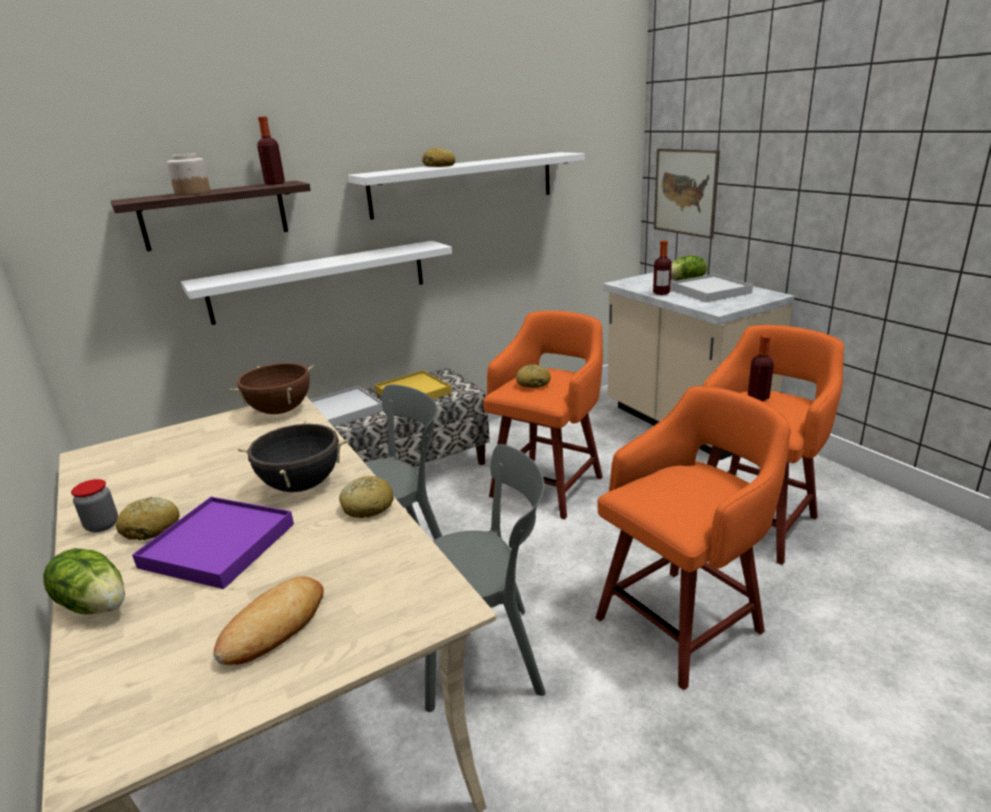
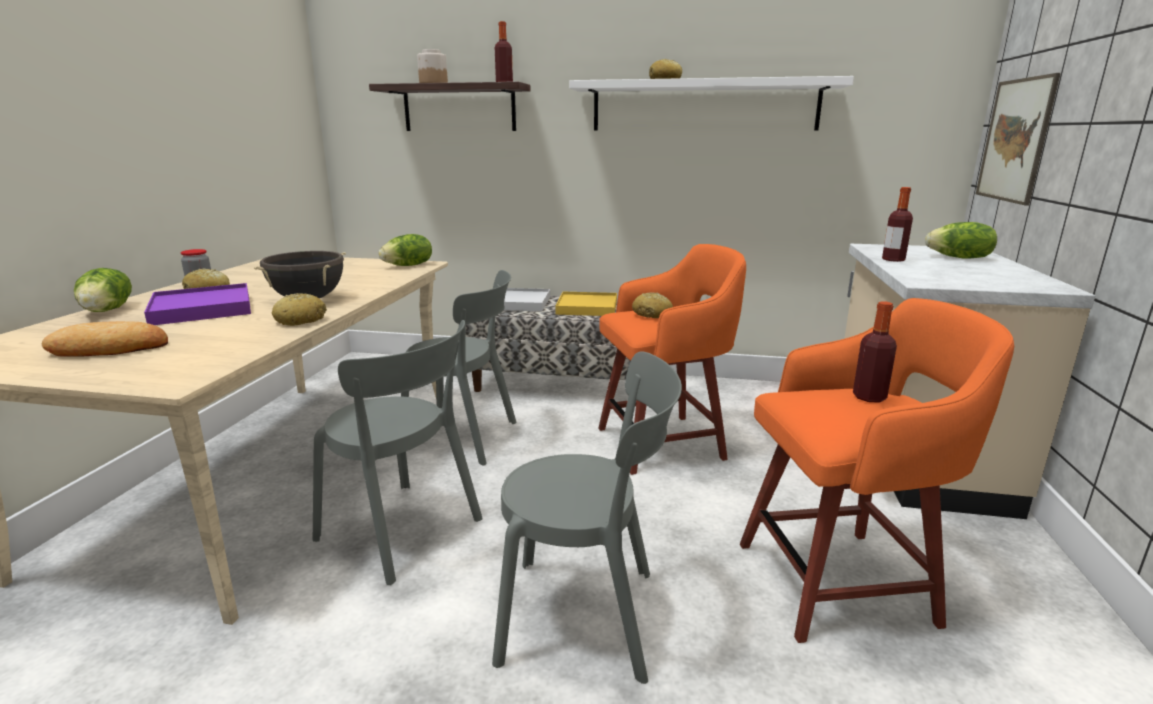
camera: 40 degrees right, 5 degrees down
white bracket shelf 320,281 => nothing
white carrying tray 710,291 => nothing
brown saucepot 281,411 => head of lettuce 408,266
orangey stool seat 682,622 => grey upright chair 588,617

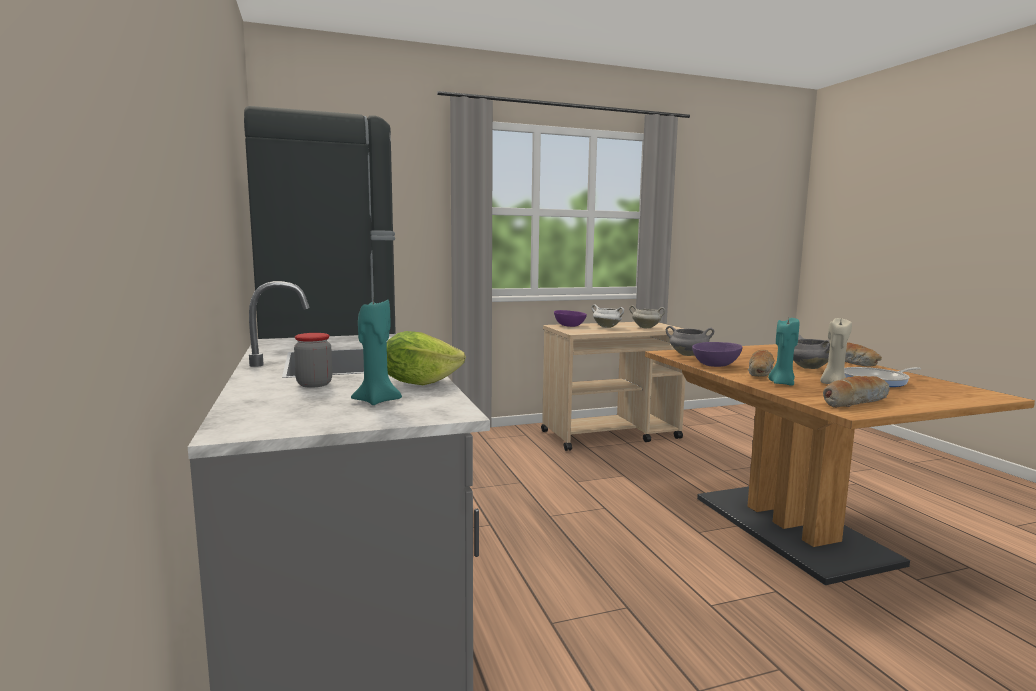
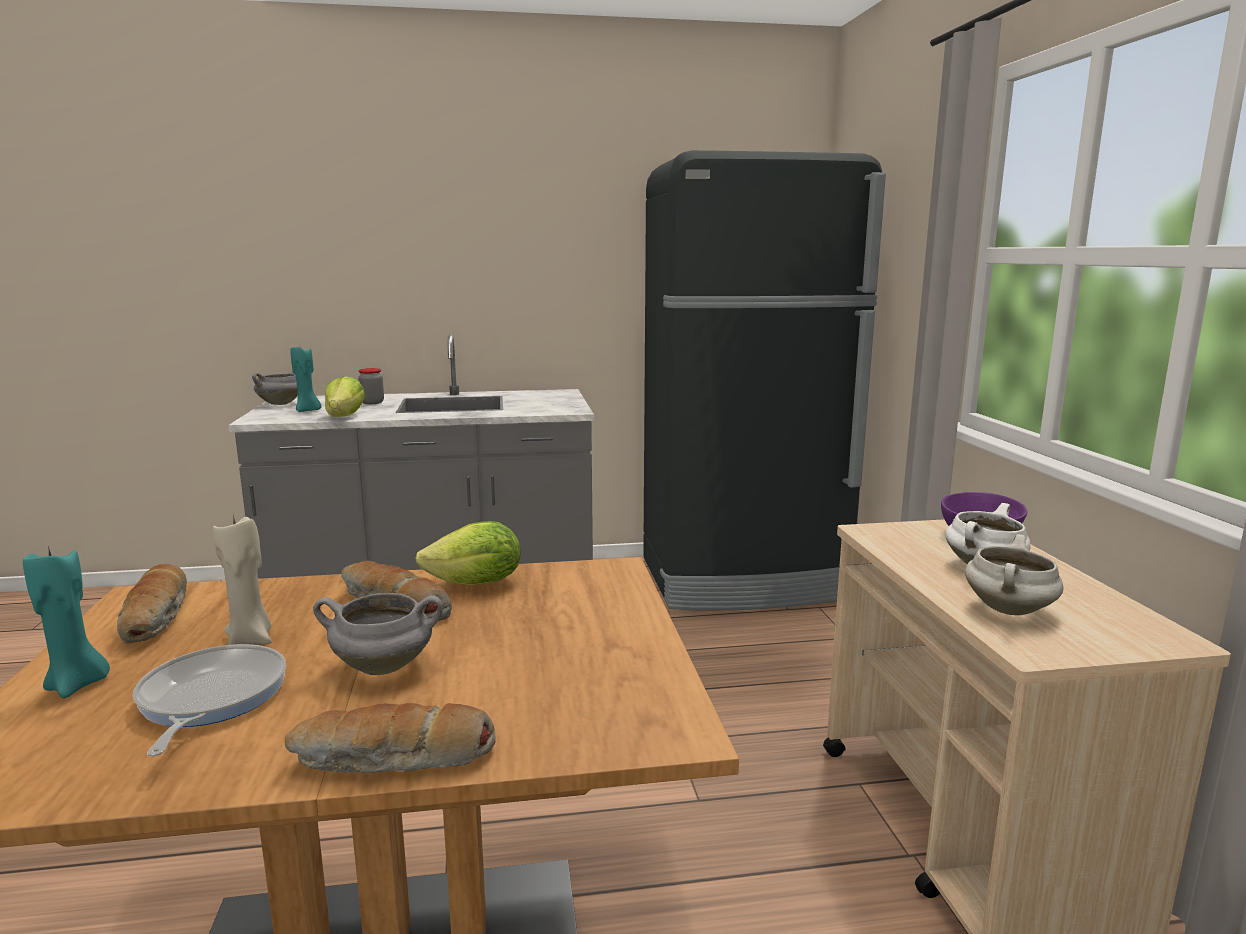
camera: 100 degrees right, 5 degrees up
blue-green candle 781,383 => blue-green candle 77,685, relocated
grey saucepot 687,355 => grey saucepot 280,404, relocated
purple-coloured bowl 716,365 => head of lettuce 476,584

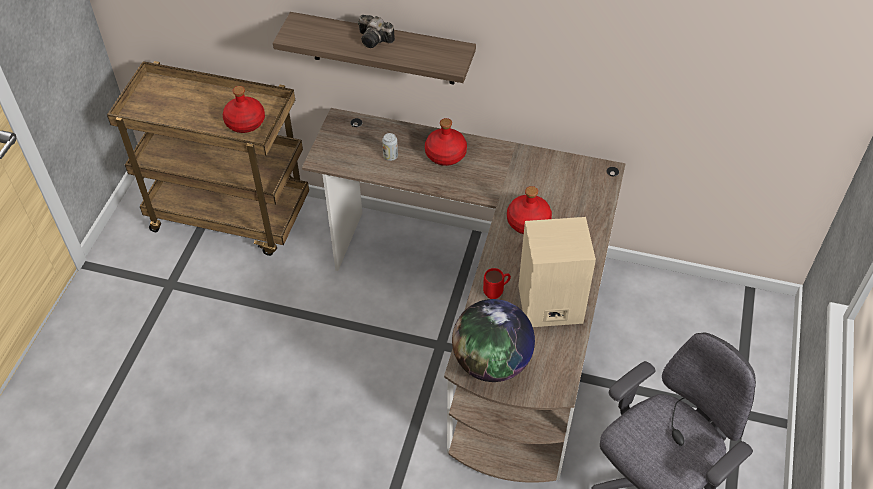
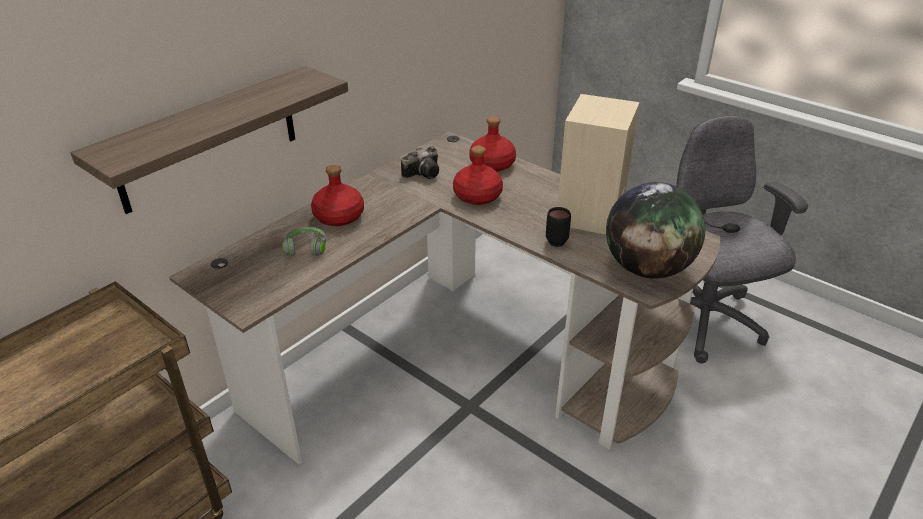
camera: 65 degrees left, 15 degrees down
photo camera 376,40 => photo camera 424,173, relocated
red-coloured beverage bottle 245,122 => red-coloured beverage bottle 491,164, relocated
can 390,156 => grey headphones 302,253
red-coloured tea mug 496,292 => black tea mug 556,239

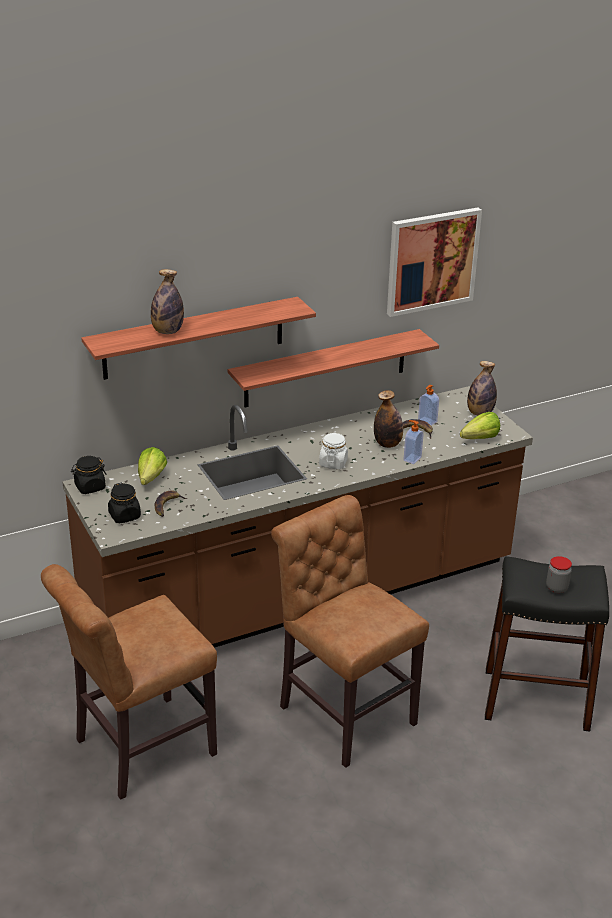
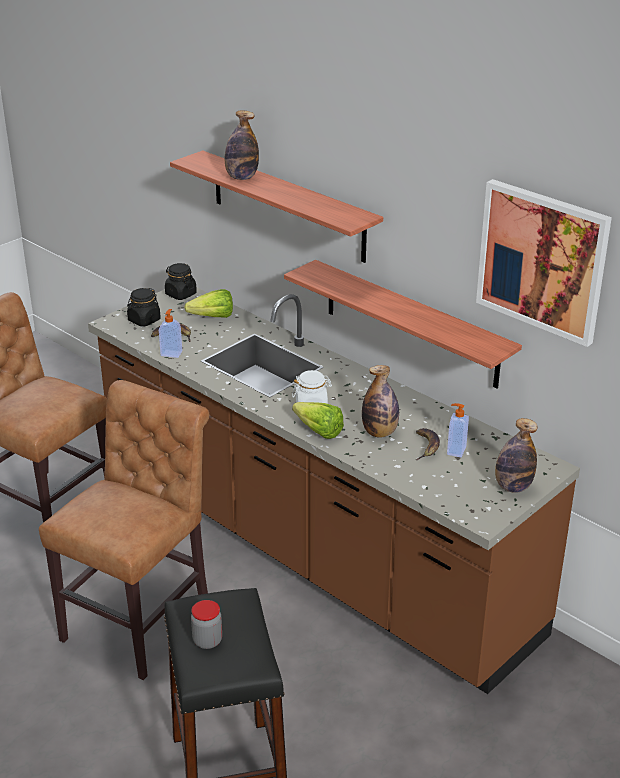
camera: 70 degrees right, 0 degrees up
head of lettuce 476,439 => head of lettuce 316,429, relocated
soap dispenser 411,458 => soap dispenser 171,353, relocated

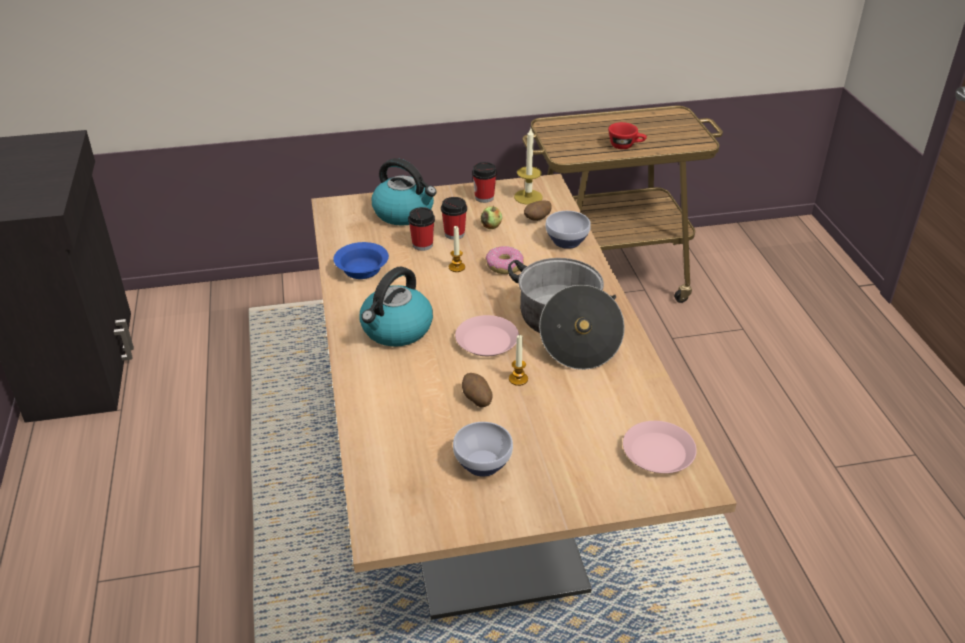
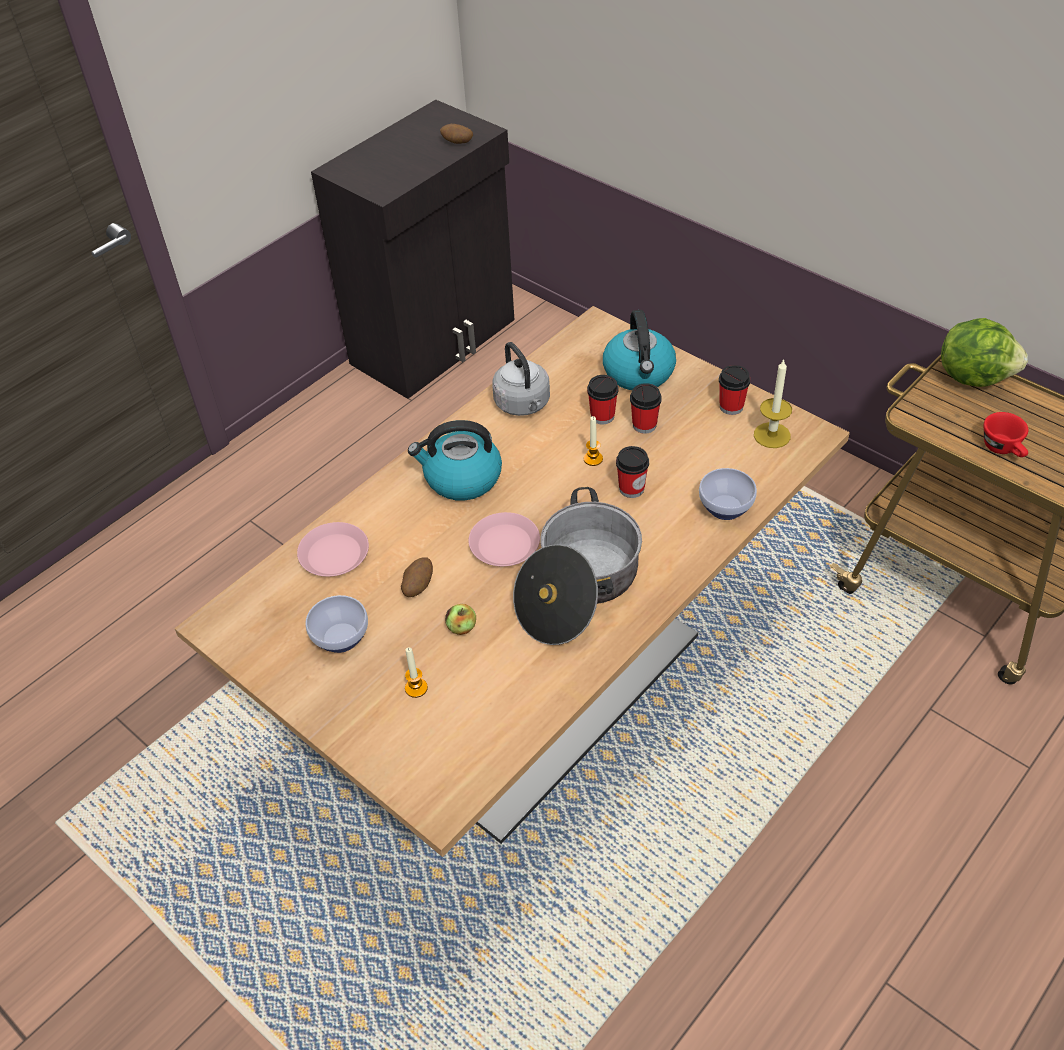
camera: 55 degrees right, 10 degrees up
potato 537,219 => potato 457,143, relocated
apple fruit 491,226 => apple fruit 462,628, relocated
bluish bowl 363,269 => grey water kettle 523,405
donut 504,266 => drinking cup 631,488
candle 518,379 => candle 416,688, relocated
pinkish plate 658,452 => pinkish plate 334,555, relocated
nothing => head of lettuce 973,375

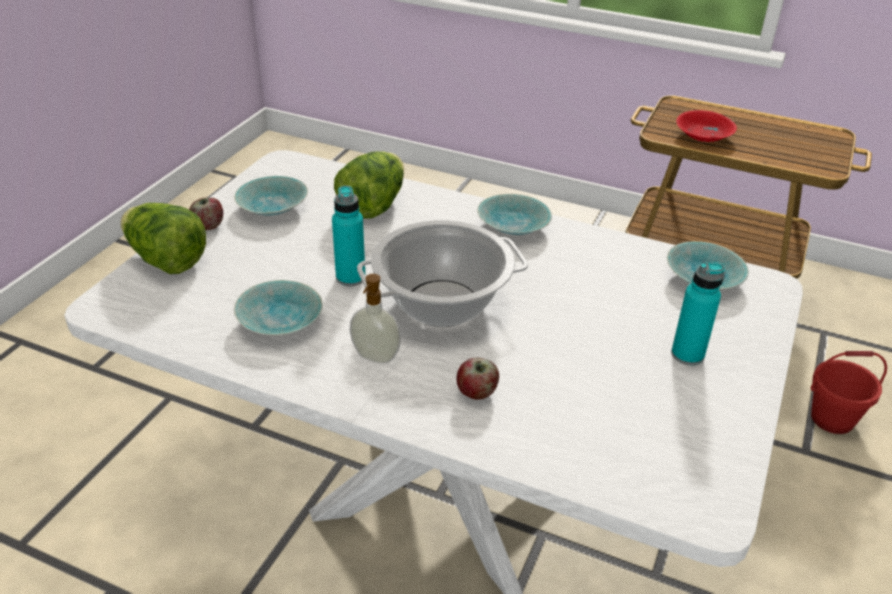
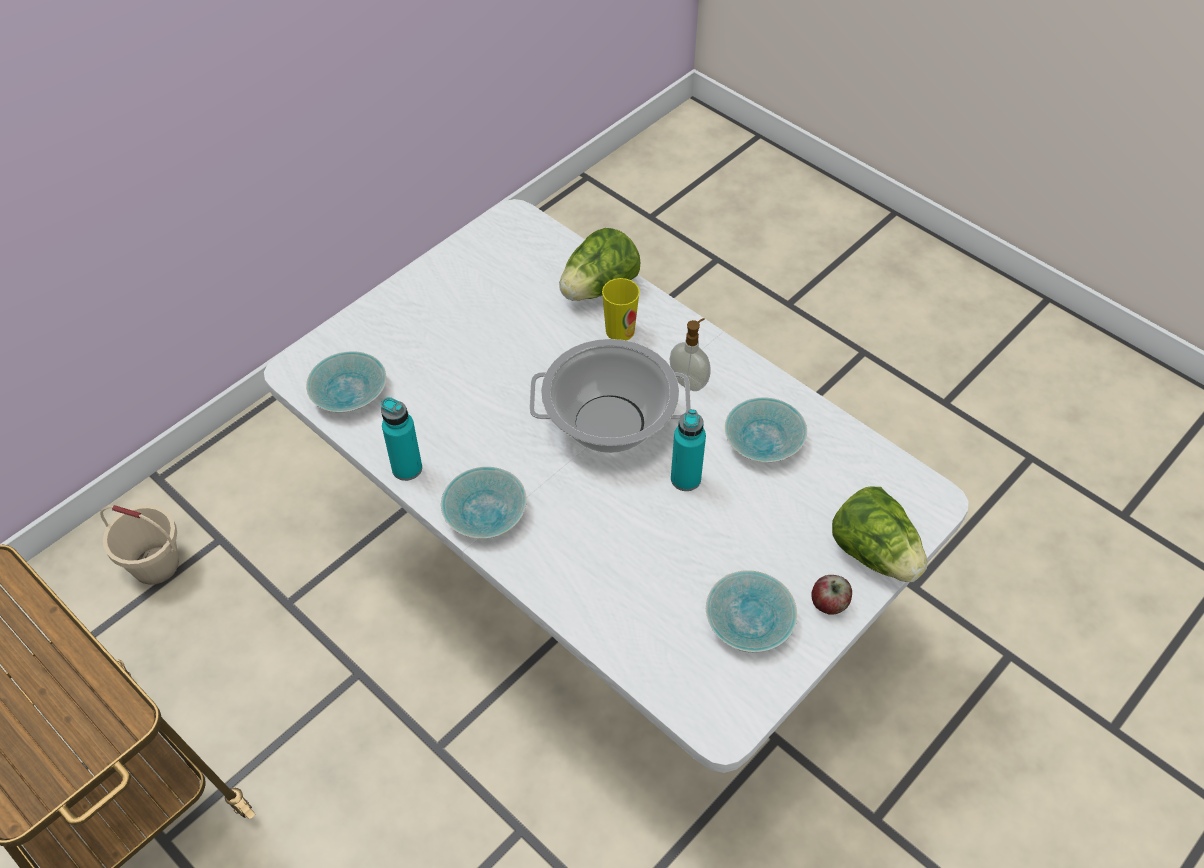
camera: 160 degrees left, 15 degrees up
red-coloured bowl 705,136 => nothing
head of lettuce 373,205 => head of lettuce 599,288, relocated
blue-green beverage bottle 687,354 => blue-green beverage bottle 407,468, relocated
red-coloured water bucket 832,418 => sand-coloured water bucket 155,565
apple fruit 477,393 => drinking cup 620,330

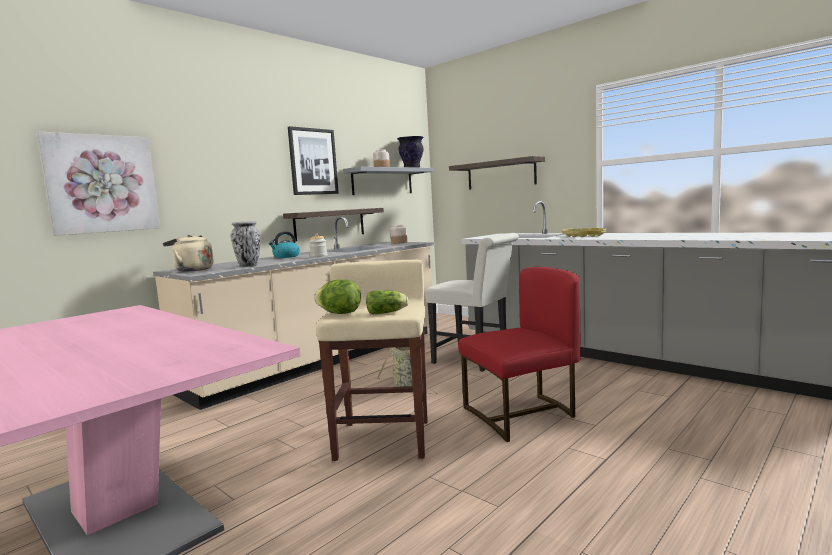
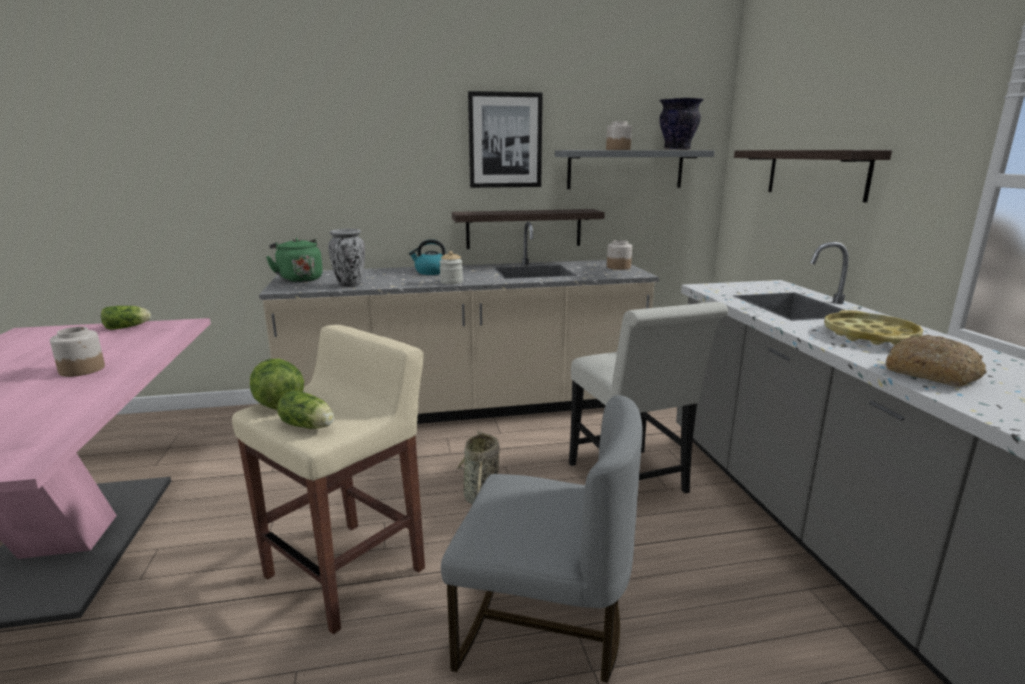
camera: 35 degrees right, 10 degrees up
picture 101,184 => nothing
sand-coloured water kettle 191,270 => green water kettle 299,279
red-coloured upright chair 522,415 => grey upright chair 542,628
nothing => head of lettuce 128,327
nothing => preserve jar 82,369
nothing => bakery bread 932,374

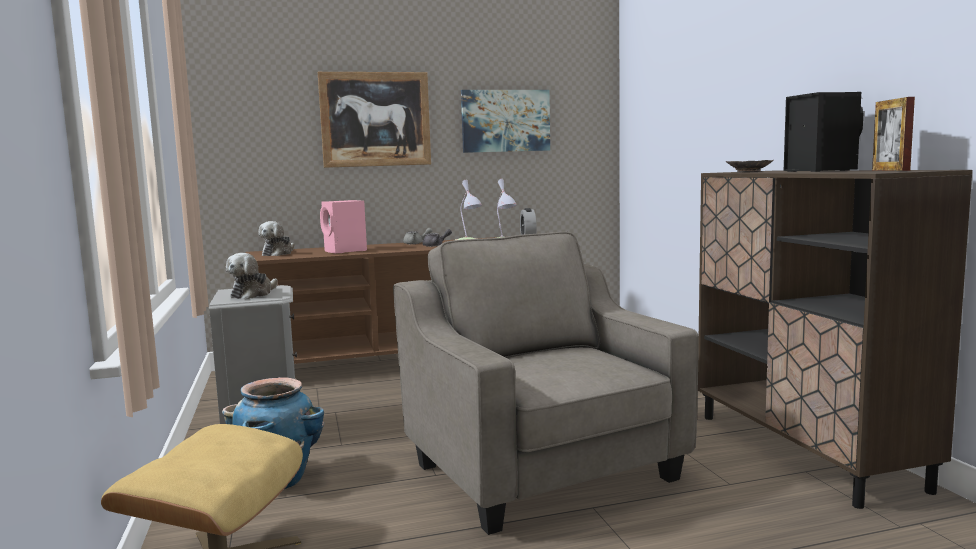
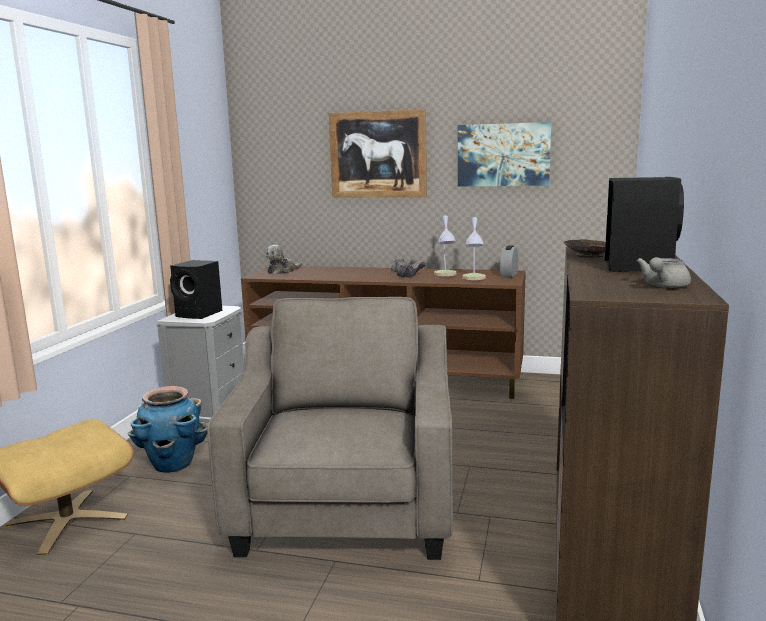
camera: 30 degrees right, 5 degrees up
photo frame 890,170 => grey tea pot 663,286
pinkish audio speaker 345,251 => nothing
cuddly toy 253,294 => black audio speaker 200,314

